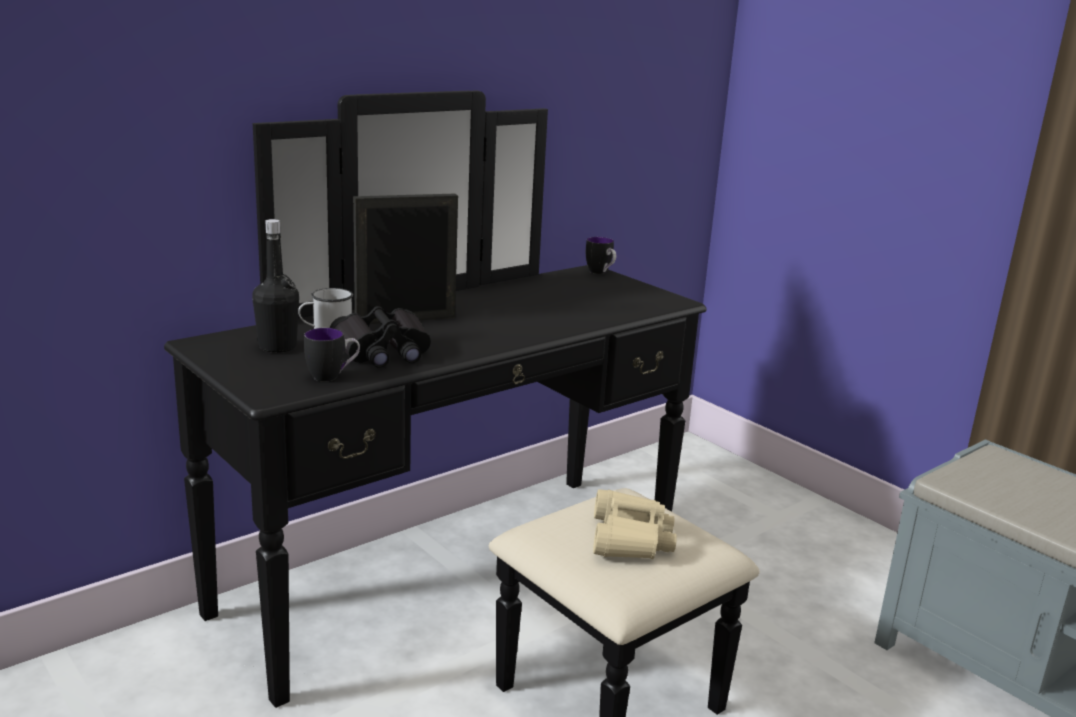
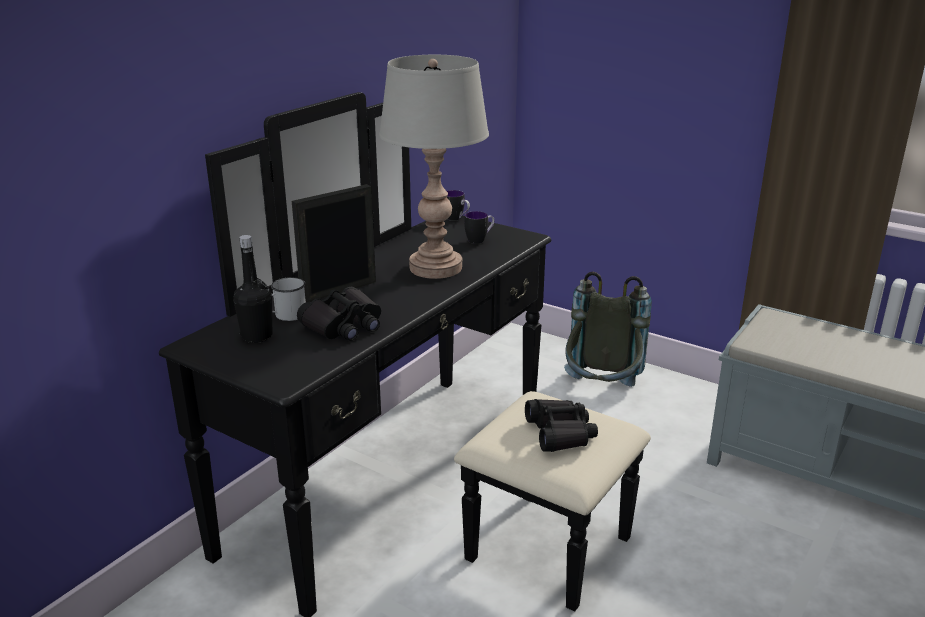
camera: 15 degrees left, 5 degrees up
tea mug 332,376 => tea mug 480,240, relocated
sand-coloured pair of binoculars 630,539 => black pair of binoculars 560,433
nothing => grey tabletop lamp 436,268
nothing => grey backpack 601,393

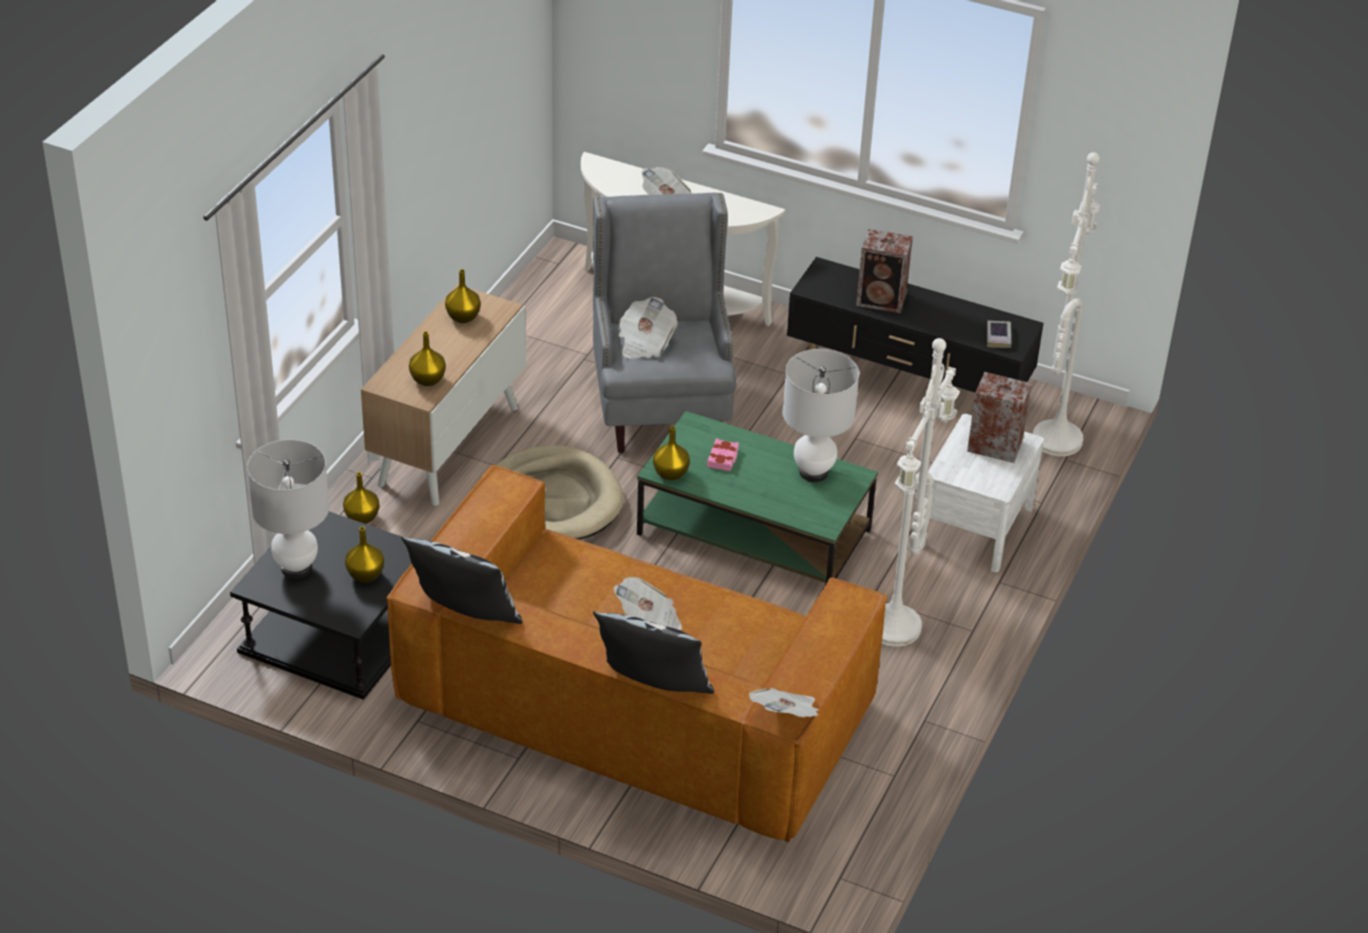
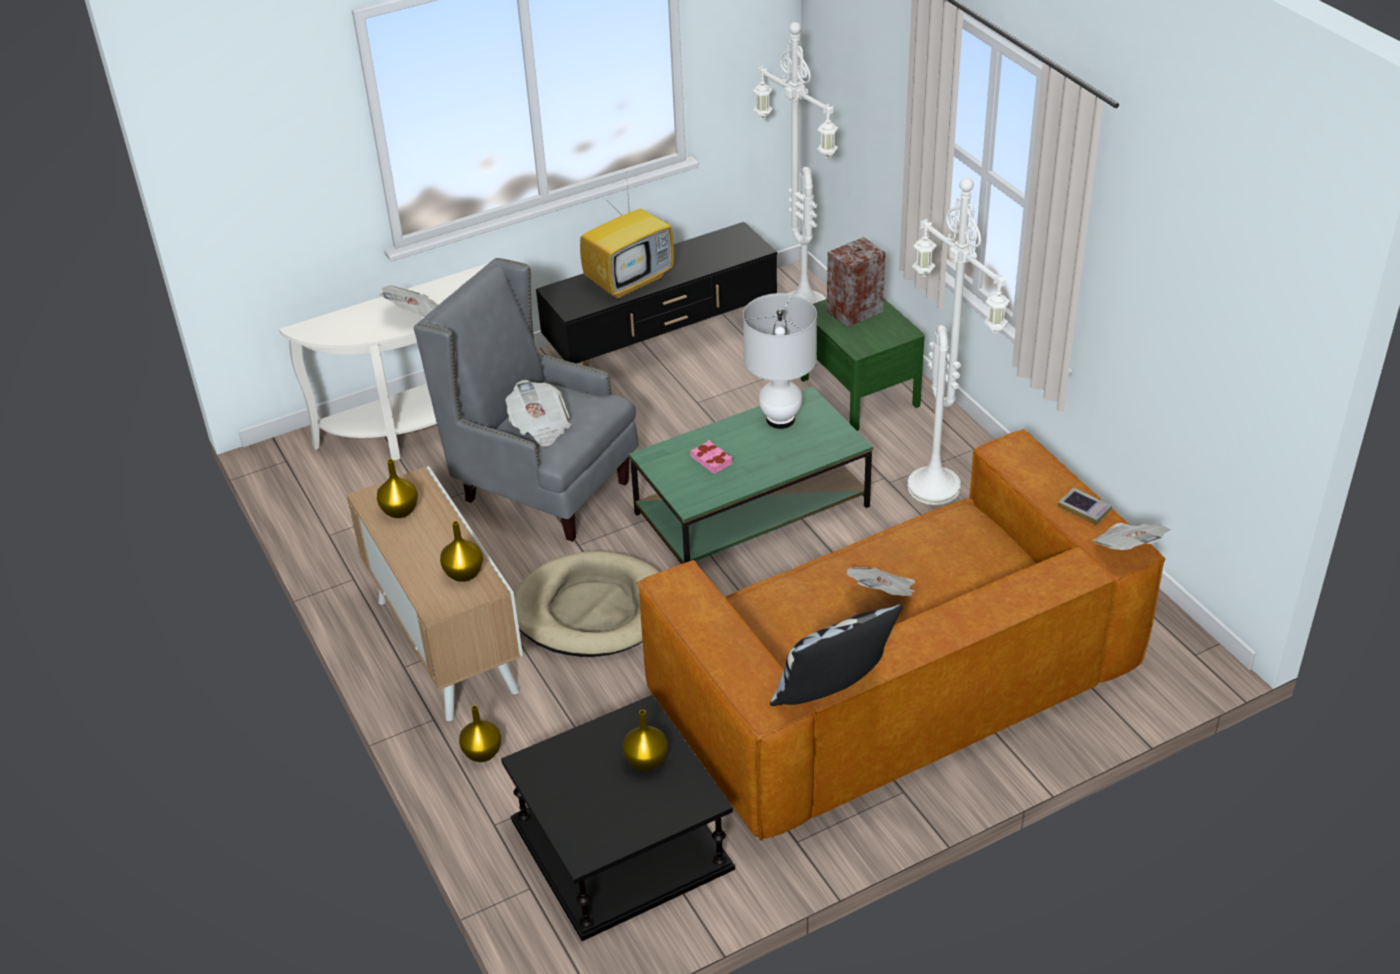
camera: 50 degrees left, 0 degrees up
audio speaker 883,300 => TV 630,281
volume 998,337 => volume 1084,509, relocated
white bedside table 975,526 => green bedside table 859,392
yellow vase 671,474 => nothing
white tabletop lamp 296,568 => nothing
cushion 654,687 => nothing

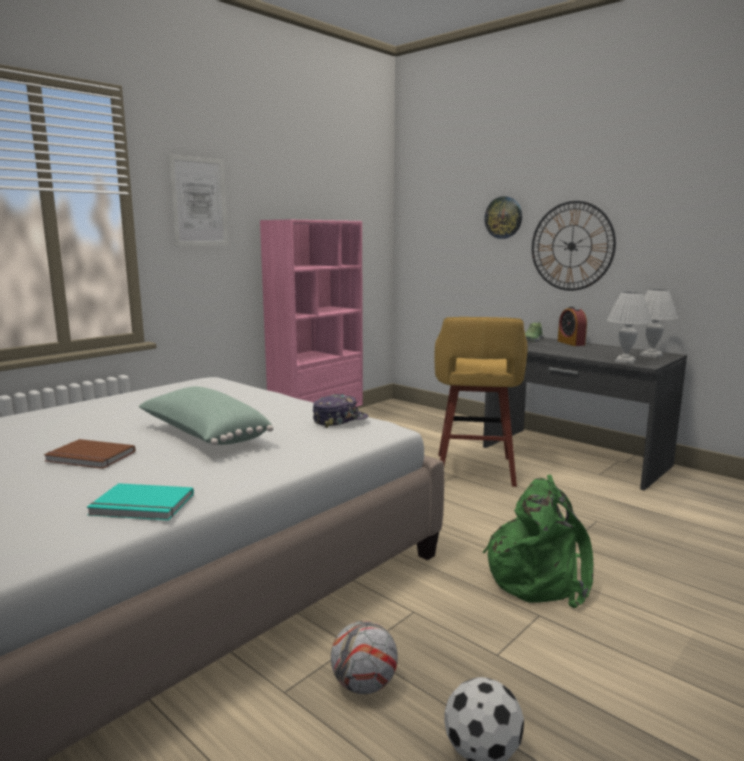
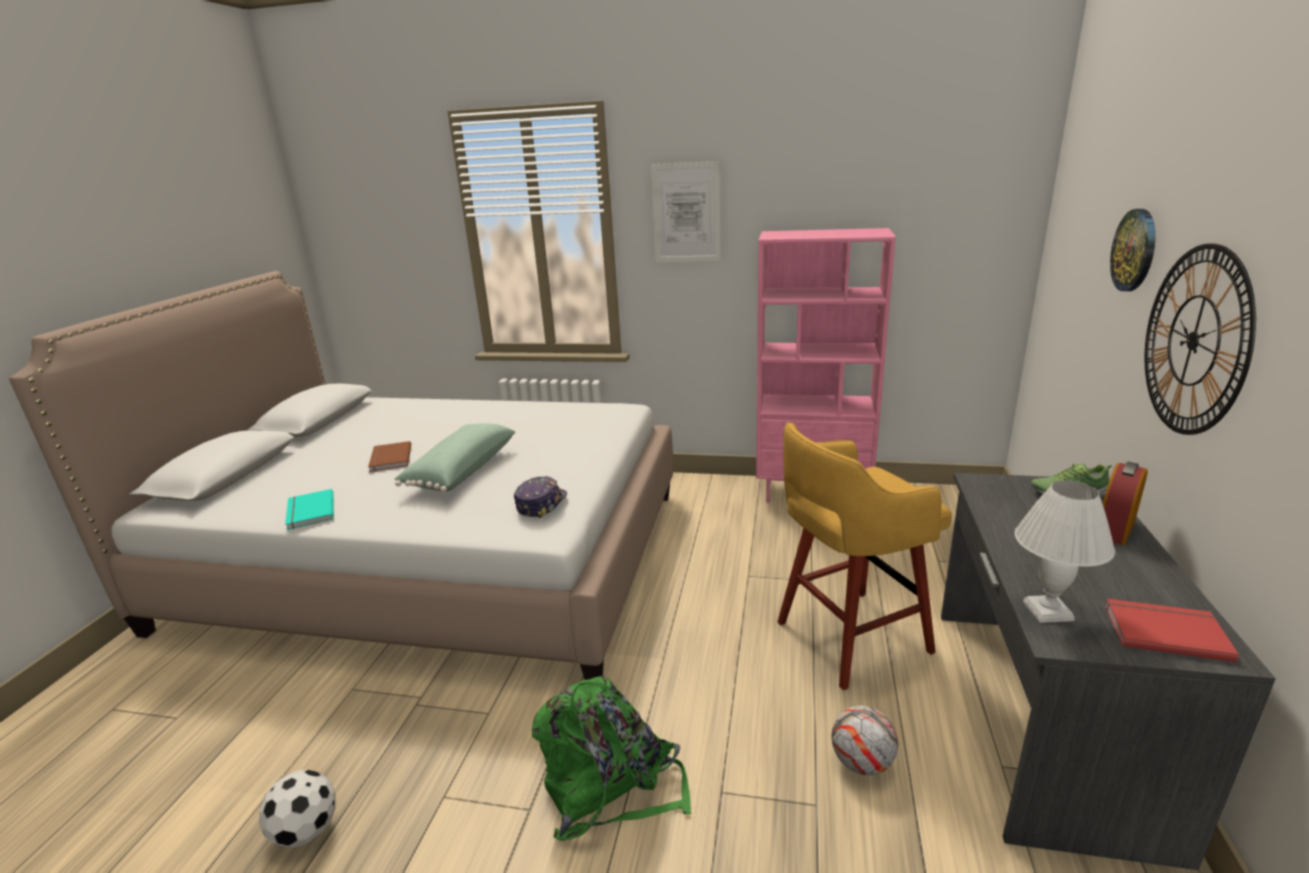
camera: 60 degrees right, 10 degrees up
white tabletop lamp 650,355 => red-coloured volume 1164,631
peaked cap 339,420 => peaked cap 541,504, 90 degrees counterclockwise
football ball 364,685 => football ball 861,762, relocated

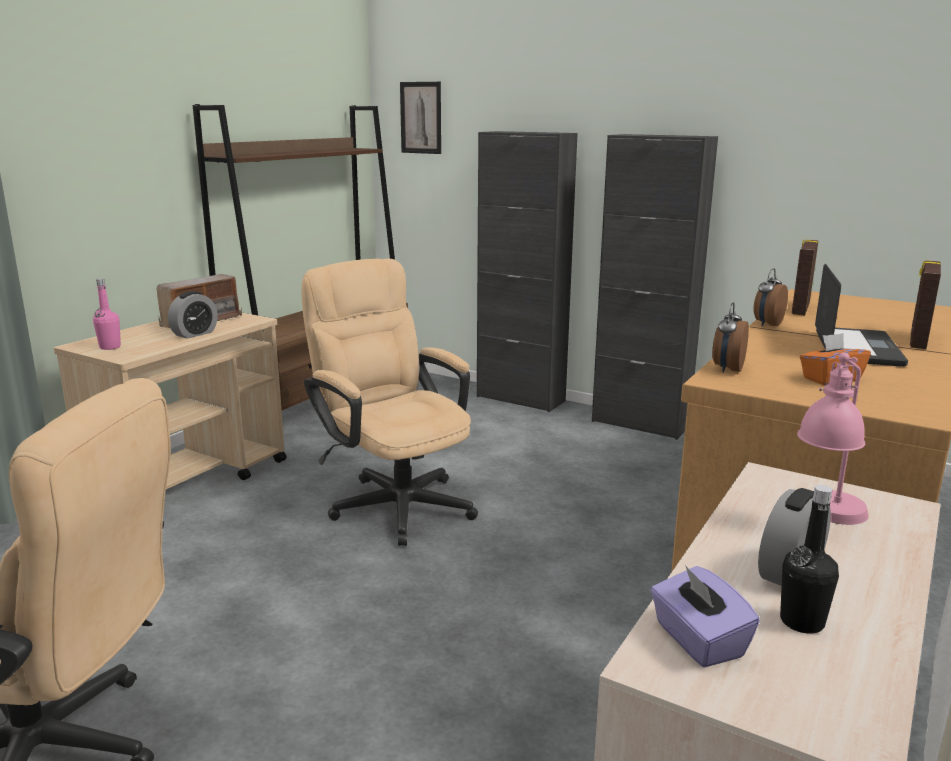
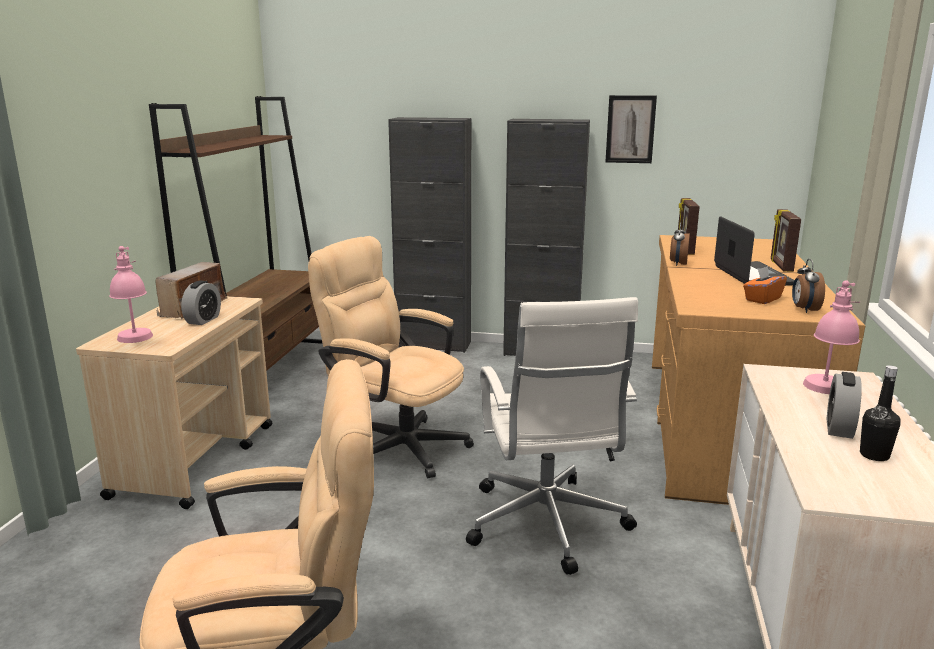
camera: 20 degrees left, 0 degrees up
picture 421,118 => picture 630,129, relocated
pinkish beverage bottle 110,347 => pinkish tabletop lamp 136,342
alarm clock 727,369 => alarm clock 804,309, relocated
purple-coloured tissue holder 697,640 => nothing
nothing => white computer chair 546,525

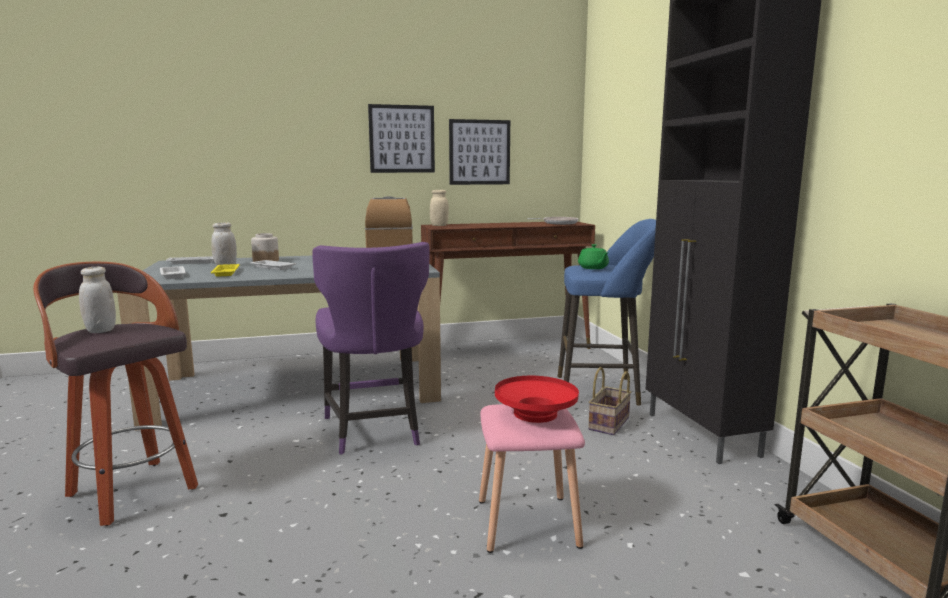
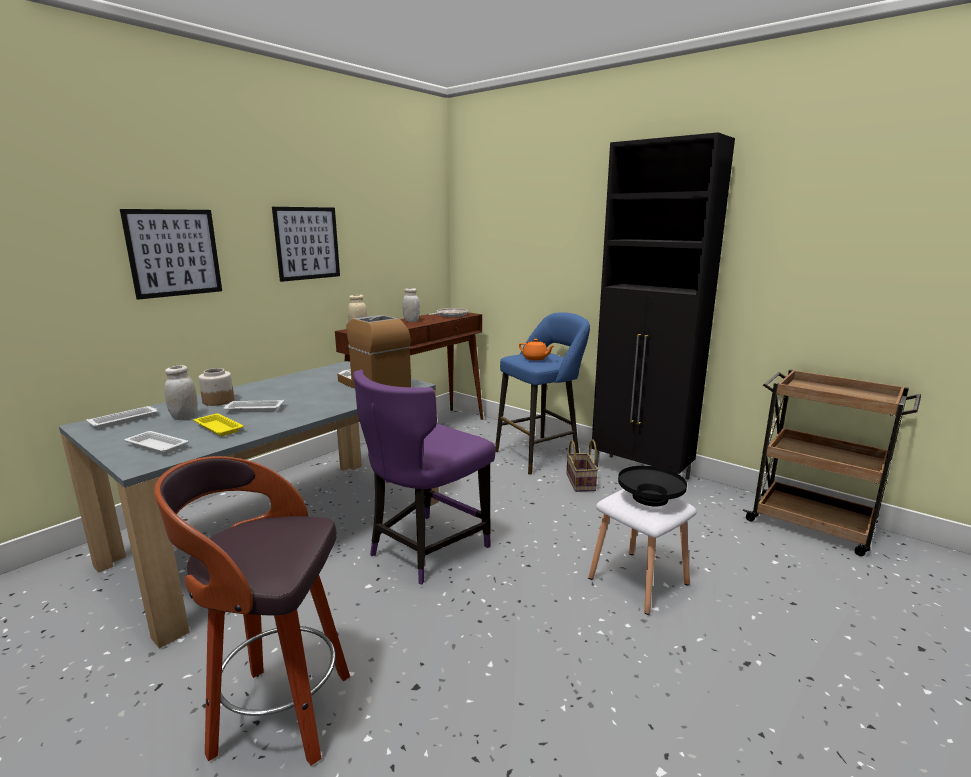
camera: 35 degrees left, 5 degrees up
picture 479,152 => picture 174,253, relocated
purple-coloured upright chair 374,431 => purple-coloured upright chair 425,549, 90 degrees clockwise
green tea pot 593,268 => orangey tea pot 535,358
white preserve jar 100,330 => white preserve jar 411,321, relocated
red-coloured bowl 536,414 => black bowl 650,498
pinkish stool seat 529,524 => white stool seat 640,581

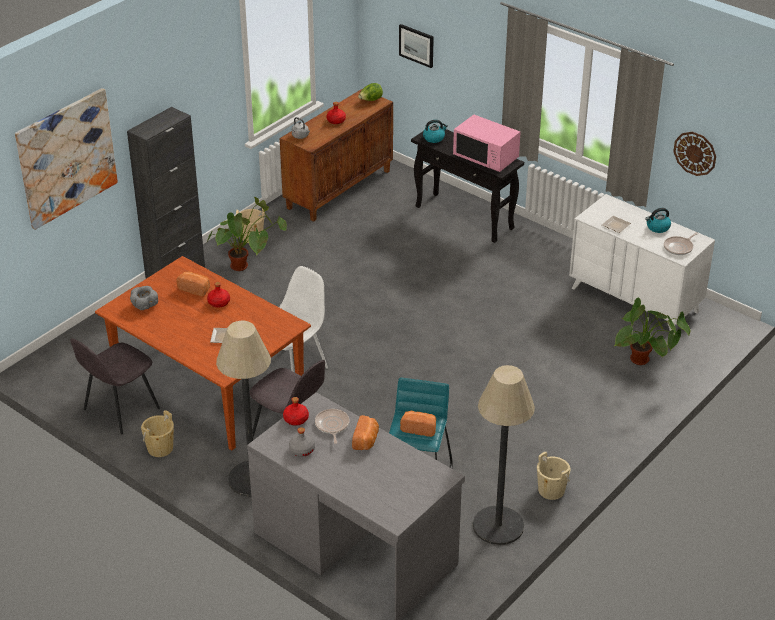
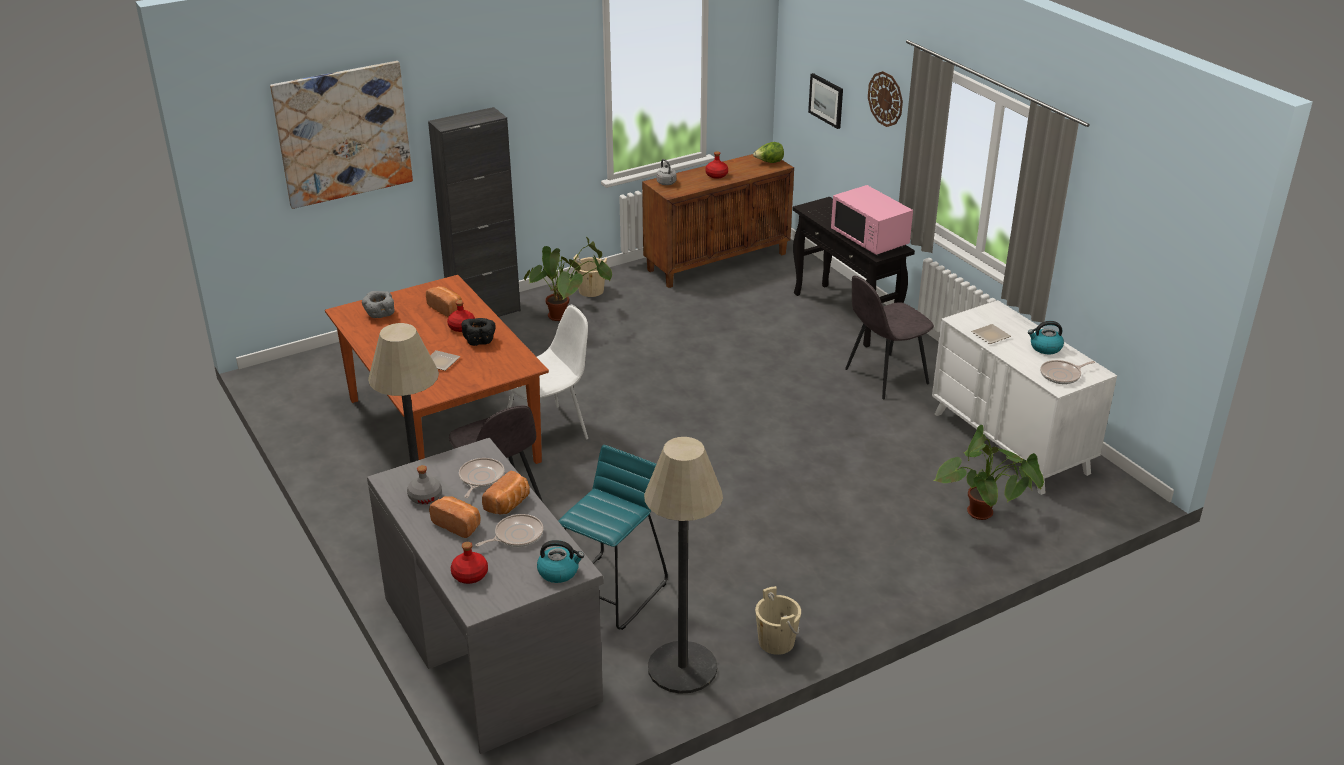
camera: 20 degrees right, 5 degrees down
water kettle 434,138 => water kettle 559,572, relocated
wall clock 695,153 => wall clock 885,99, relocated
grey upright chair 120,410 => grey upright chair 884,377, relocated
red-coloured beverage bottle 296,419 => red-coloured beverage bottle 470,575, relocated
sand-coloured water bucket 160,448 => nothing
bakery bread 419,428 => bakery bread 458,524, relocated
nothing => black bowl 480,340
nothing => pan 516,535

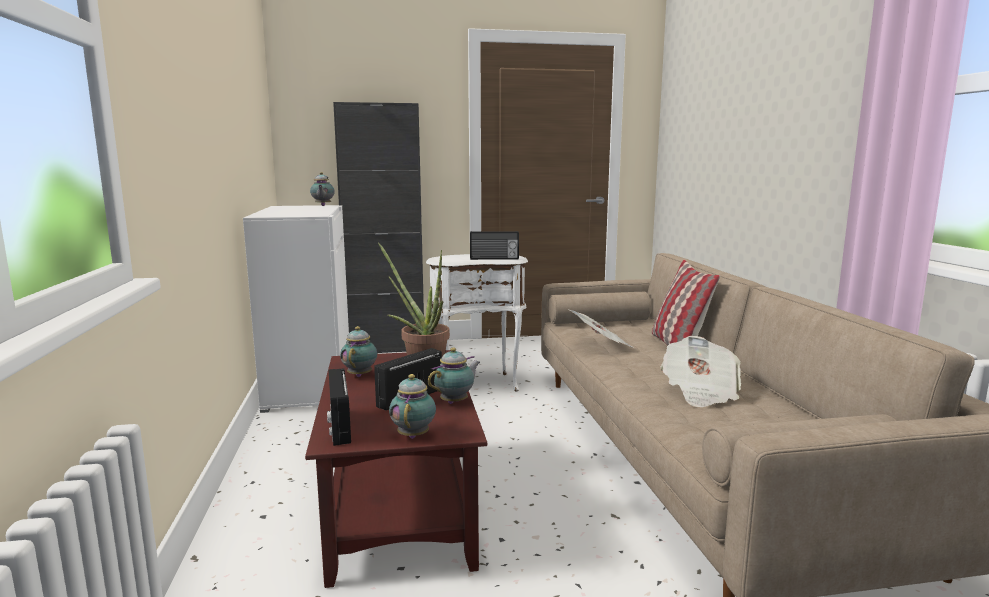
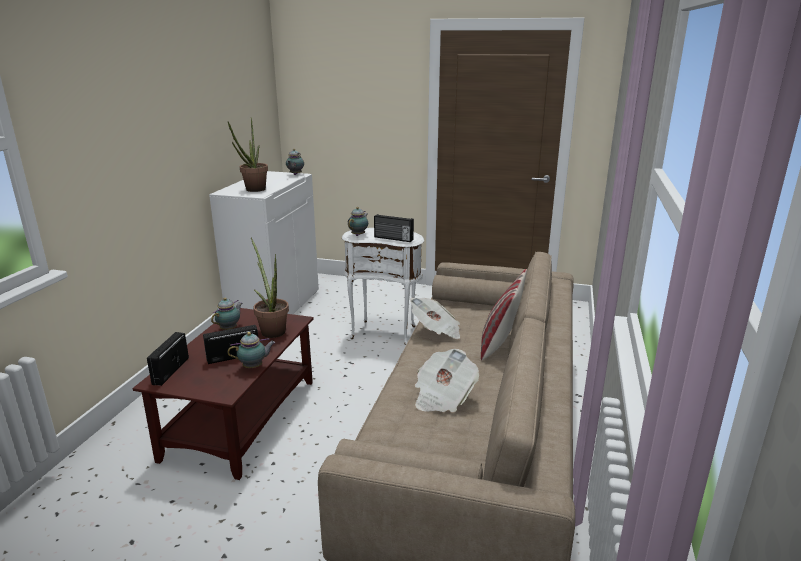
camera: 25 degrees right, 10 degrees up
black cabinet 386,348 => nothing
tea pot 414,435 => tea pot 359,235, relocated
nothing => potted plant 253,190

